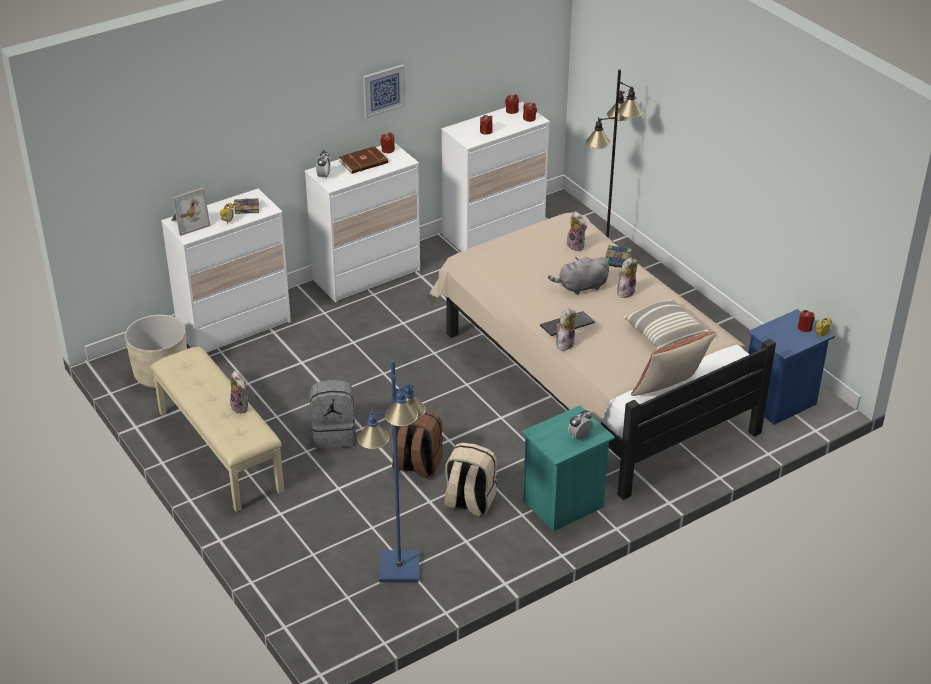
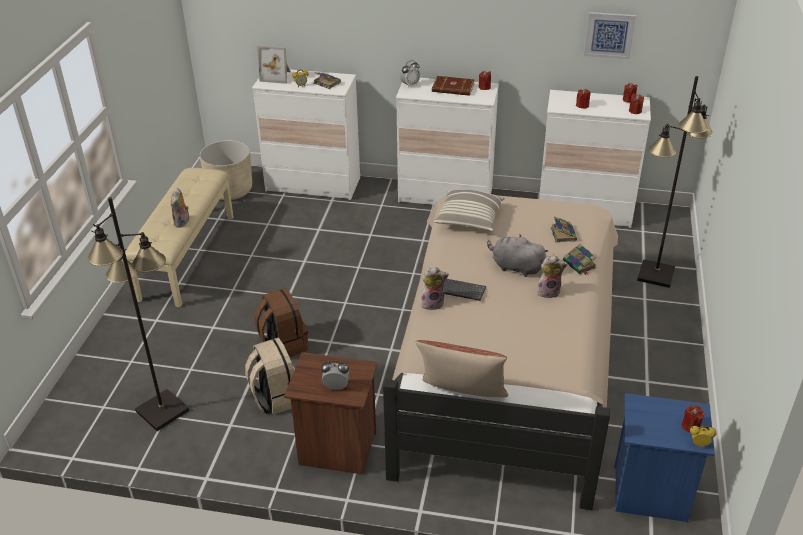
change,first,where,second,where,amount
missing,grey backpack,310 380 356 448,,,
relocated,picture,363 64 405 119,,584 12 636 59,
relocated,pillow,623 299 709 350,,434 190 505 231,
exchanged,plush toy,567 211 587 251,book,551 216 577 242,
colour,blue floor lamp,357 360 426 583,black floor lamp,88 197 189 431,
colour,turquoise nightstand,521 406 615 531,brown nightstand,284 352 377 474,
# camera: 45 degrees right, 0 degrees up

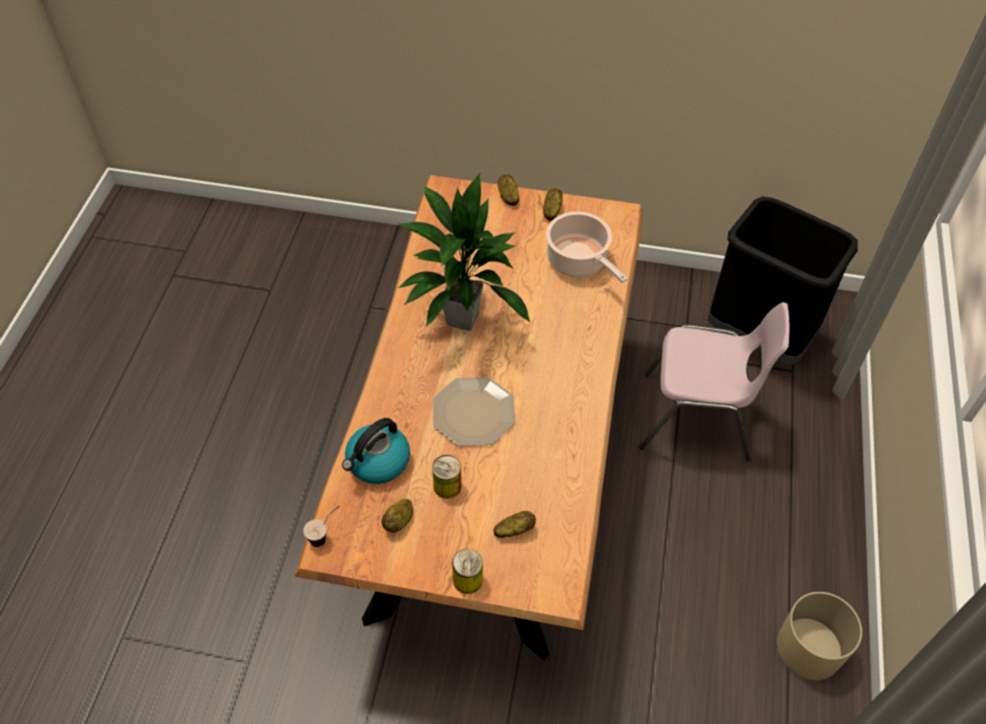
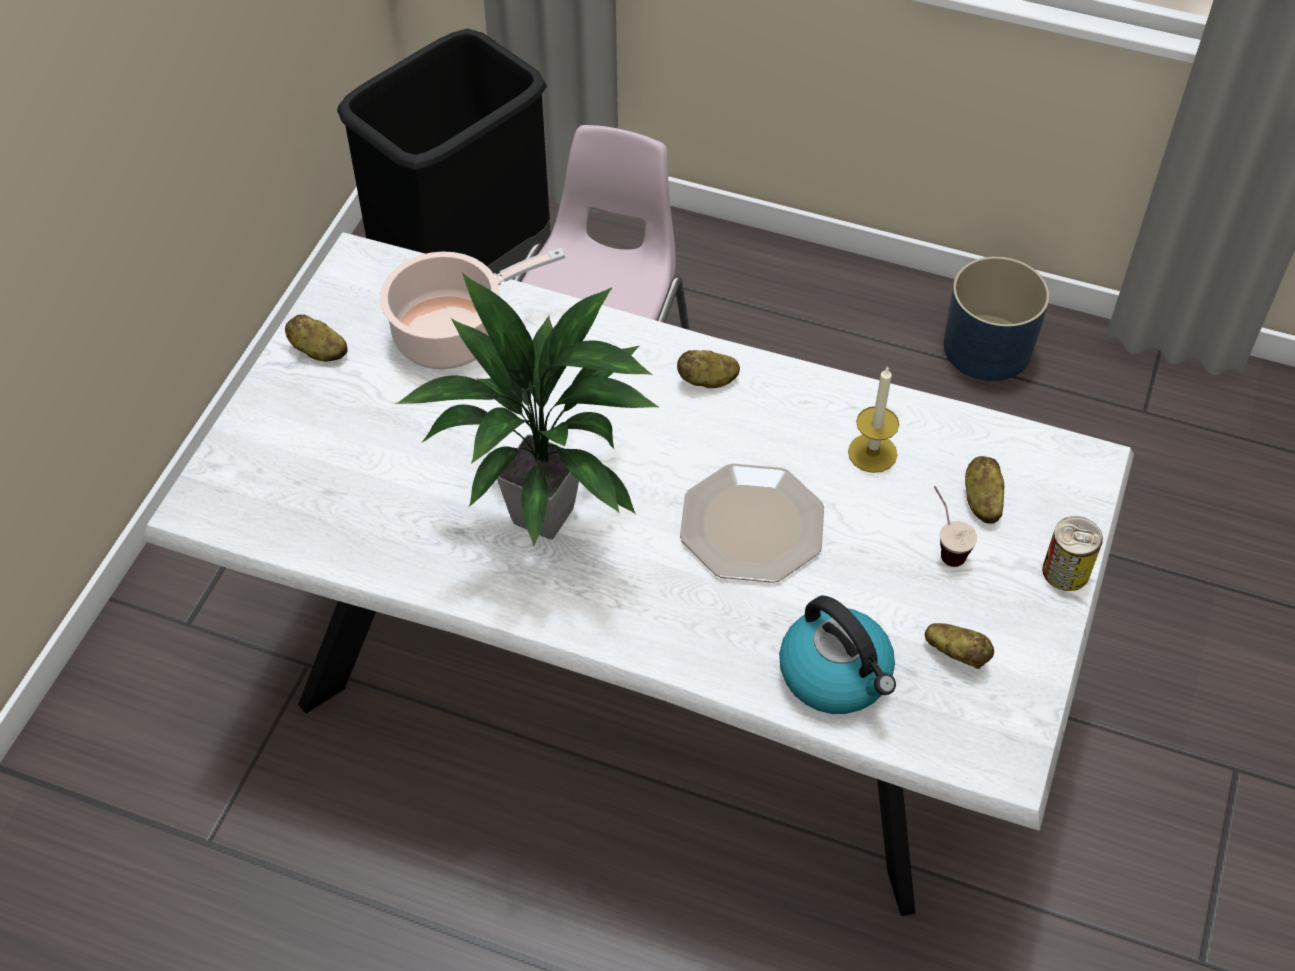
change,first,where,second,where,amount
missing,can,432 455 462 499,,,
appeared,,,candle,848 366 899 473,
relocated,cup,303 506 340 547,,934 486 977 567,
relocated,potato,498 175 519 206,,677 350 740 388,
colour,brown dining table,295 175 643 660,white dining table,142 232 1134 916,
colour,beige planter,777 592 862 680,blue planter,944 257 1049 381,
# camera: 80 degrees left, 0 degrees up

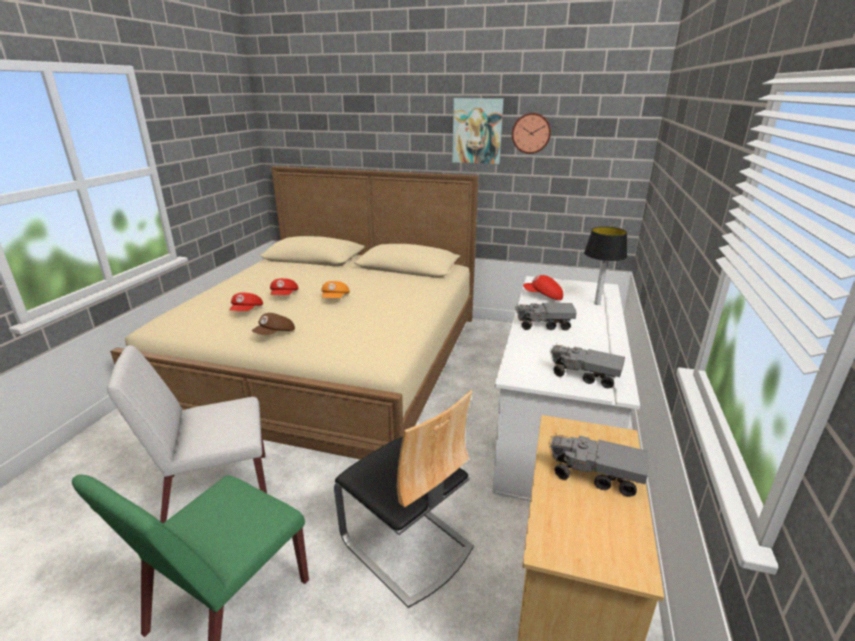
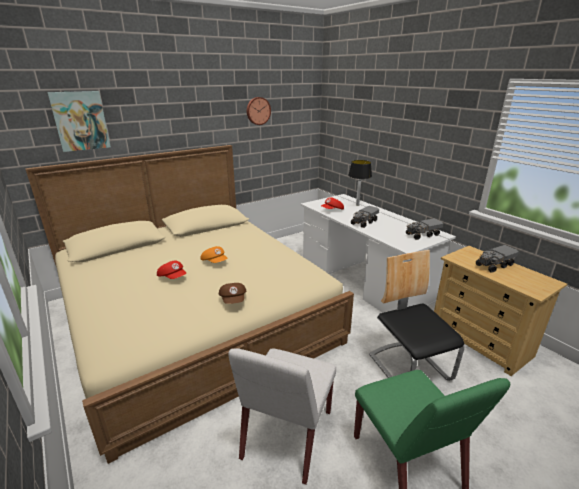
change,first,where,second,where,amount
missing,red cap,229 292 263 311,,,
relocated,picture,452 98 504 164,,47 91 111 152,
spun,chair,334 390 474 608,,369 250 464 381,105 degrees counterclockwise
# camera: 50 degrees left, 0 degrees up

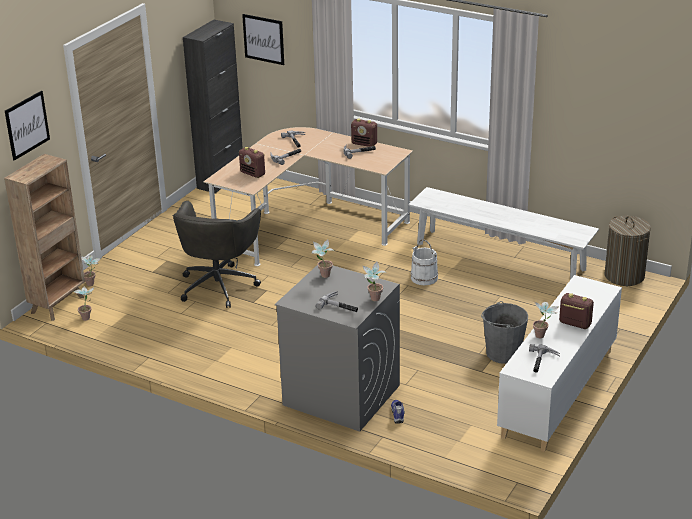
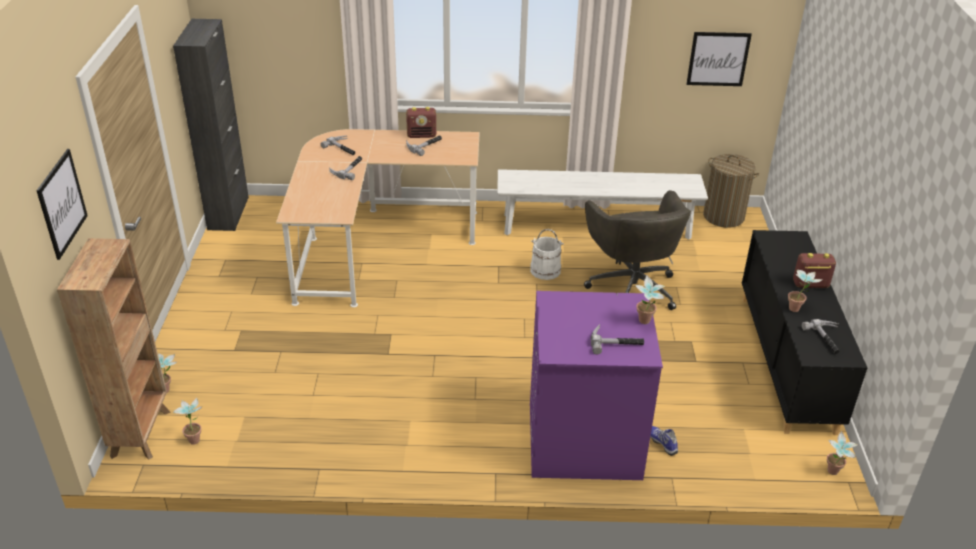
change,first,where,second,where,amount
missing,radio,239 147 265 178,,,
missing,grey bucket,481 301 528 364,,,
relocated,grey office chair,173 201 261 308,,584 190 691 310,
relocated,picture,242 14 284 65,,686 32 752 86,
relocated,potted plant,311 239 334 278,,827 431 857 475,
colour,grey washing machine,275 265 400 432,purple washing machine,530 291 663 480,
colour,white cabinet,497 275 622 452,black cabinet,742 230 867 435,
# camera: 30 degrees left, 5 degrees up

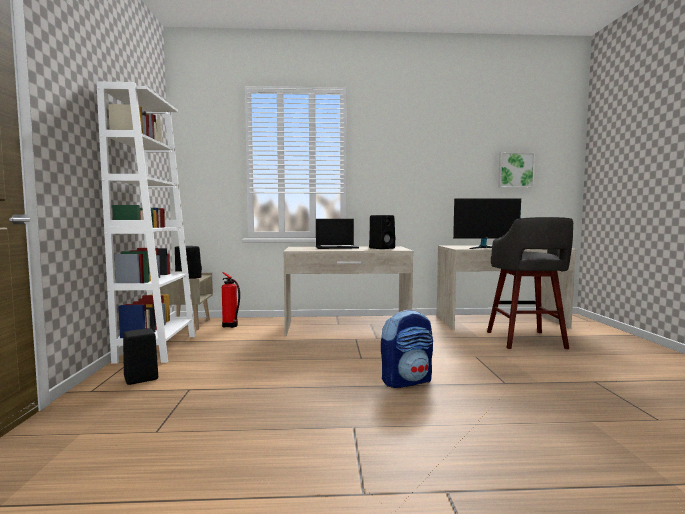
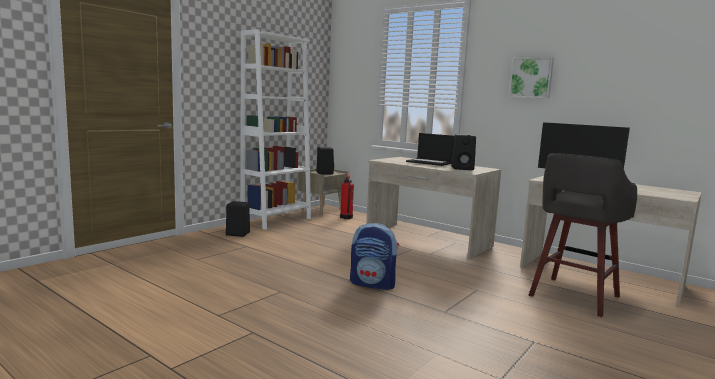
change,first,where,second,where,amount
relocated,picture,498 152 535 188,,509 57 554 99,
# camera: 40 degrees right, 5 degrees up

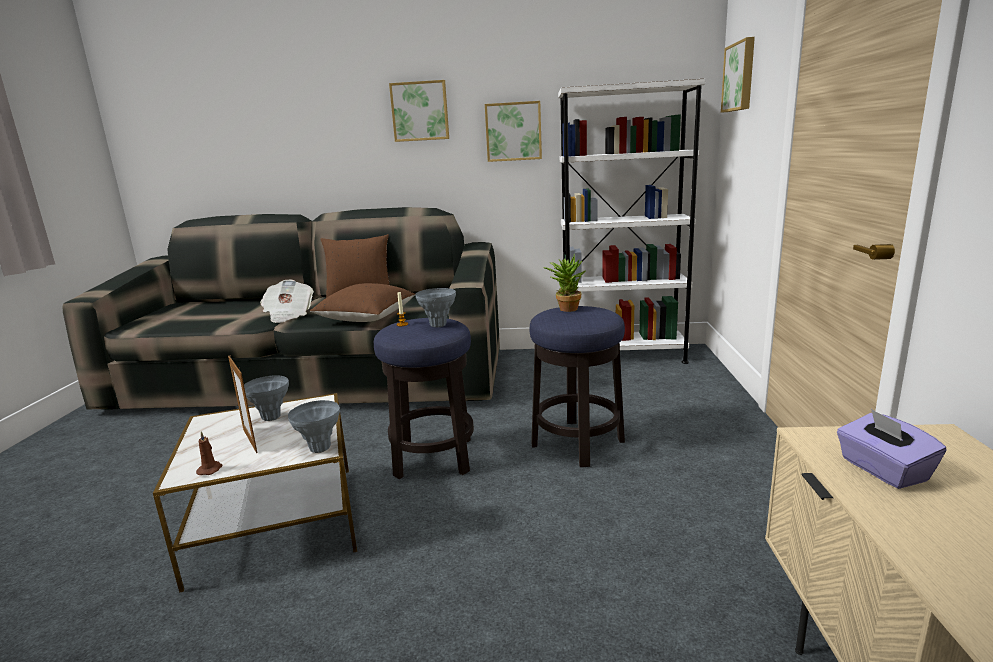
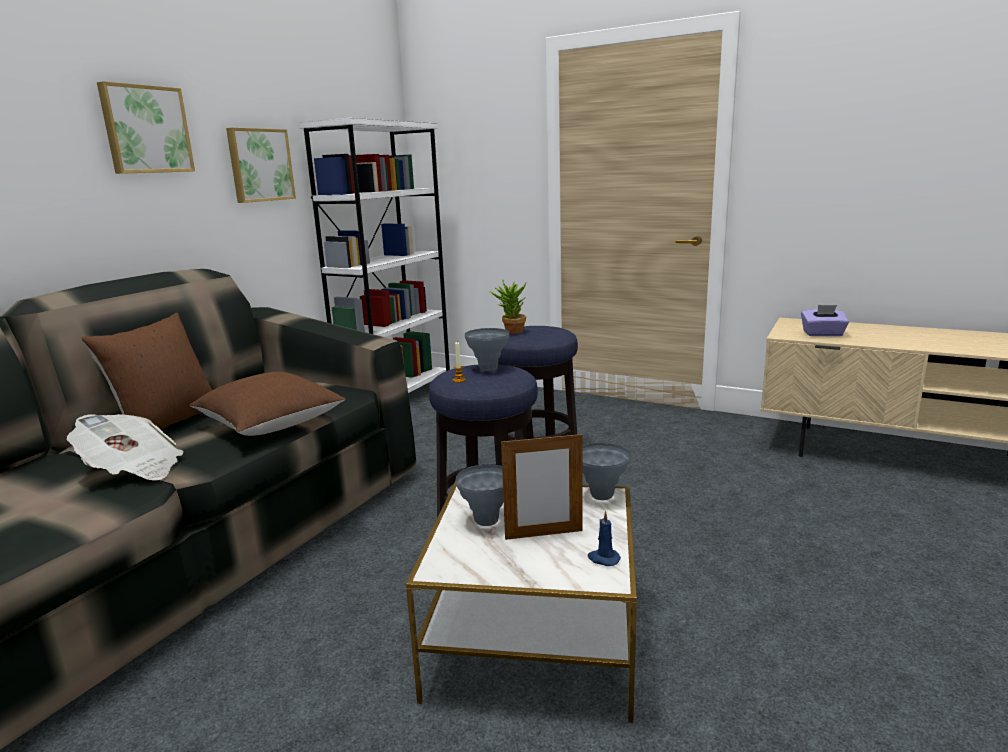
change,first,where,second,where,amount
missing,picture,721 37 755 113,,,
colour,brown candle,196 431 222 475,blue candle,588 511 621 566,
# camera: 65 degrees left, 0 degrees up

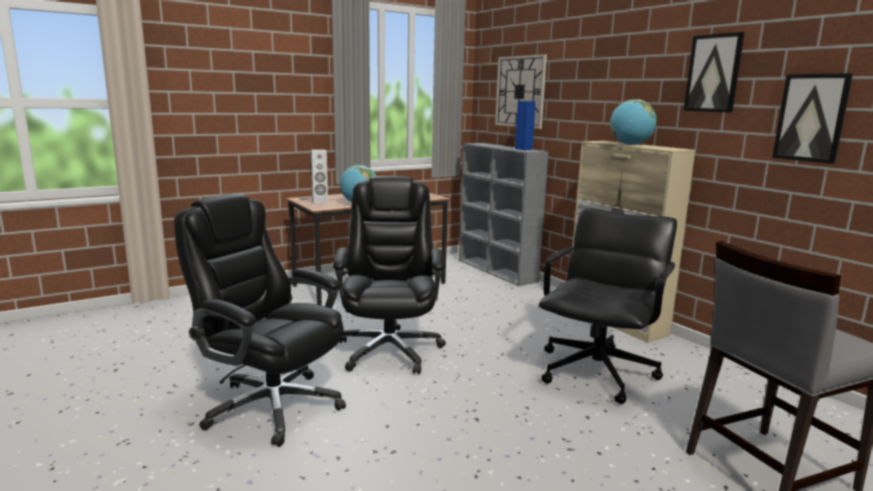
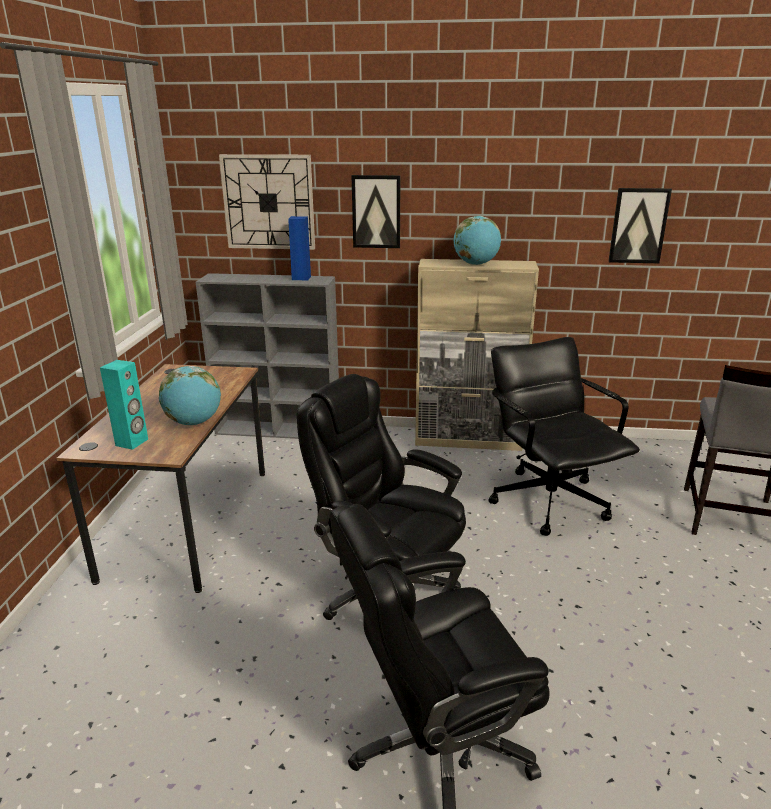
change,first,where,second,where,amount
relocated,picture,684 32 745 113,,352 175 400 248,
colour,white speaker,311 150 328 203,turquoise speaker,100 360 148 450,
# camera: 50 degrees left, 10 degrees up

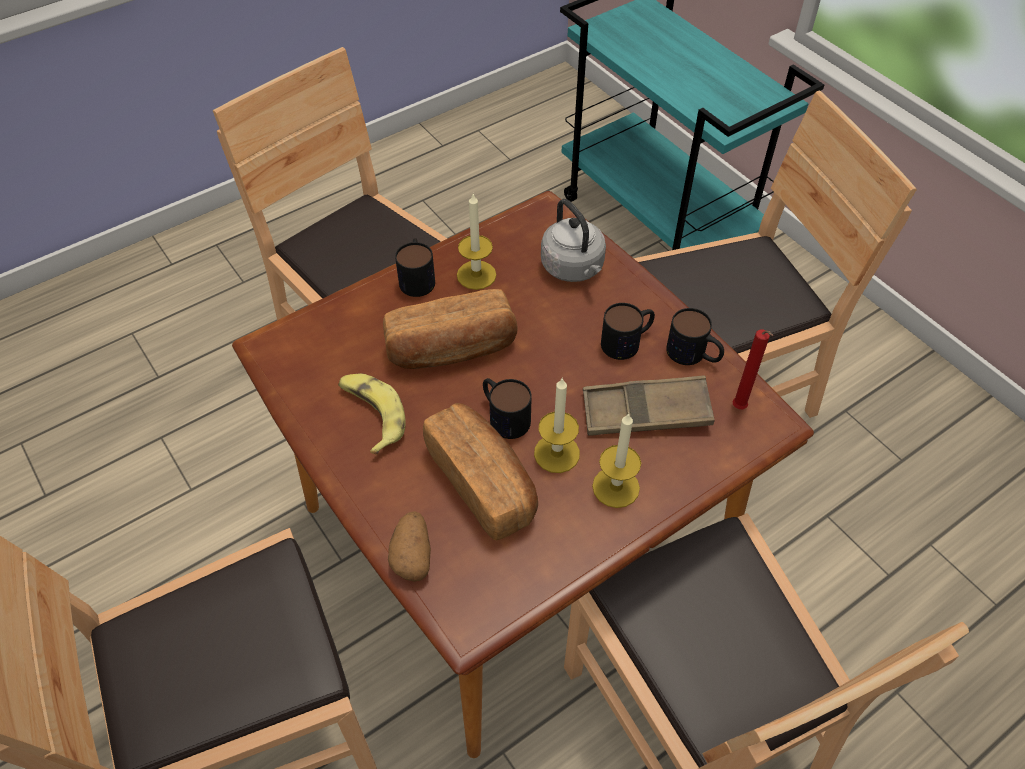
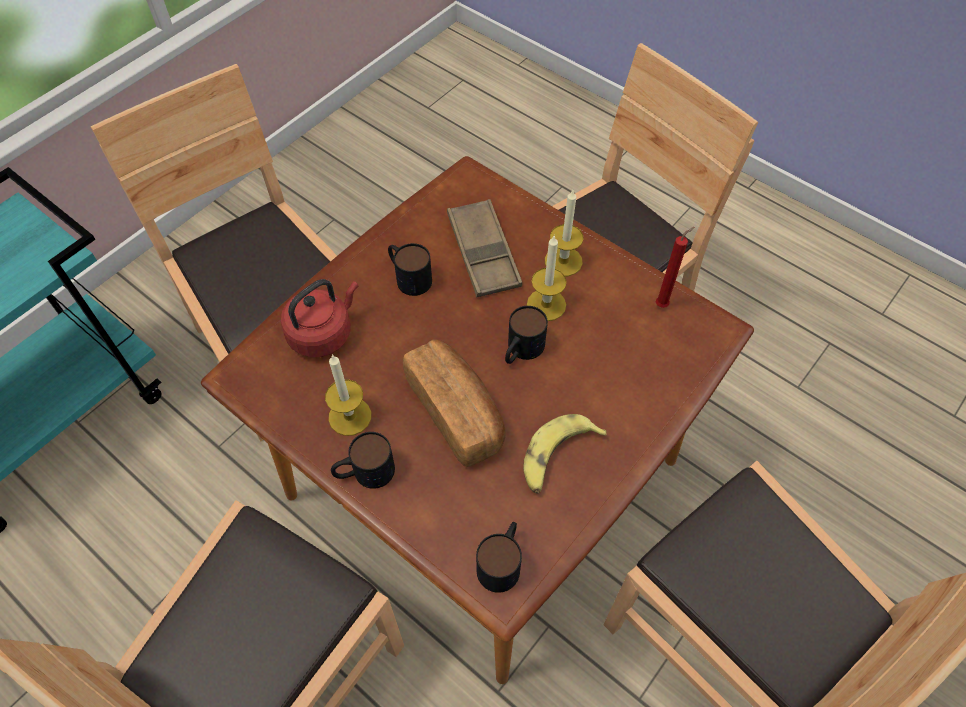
change,first,where,second,where,amount
missing,potato,388 511 431 582,,,
missing,bread,423 403 538 540,,,
relocated,mug,666 308 724 365,,476 522 522 593,
relocated,red candle,732 329 773 409,,656 227 694 308,
colour,grey kettle,541 199 606 282,red kettle,281 279 359 357,
# camera: 105 degrees left, 5 degrees up

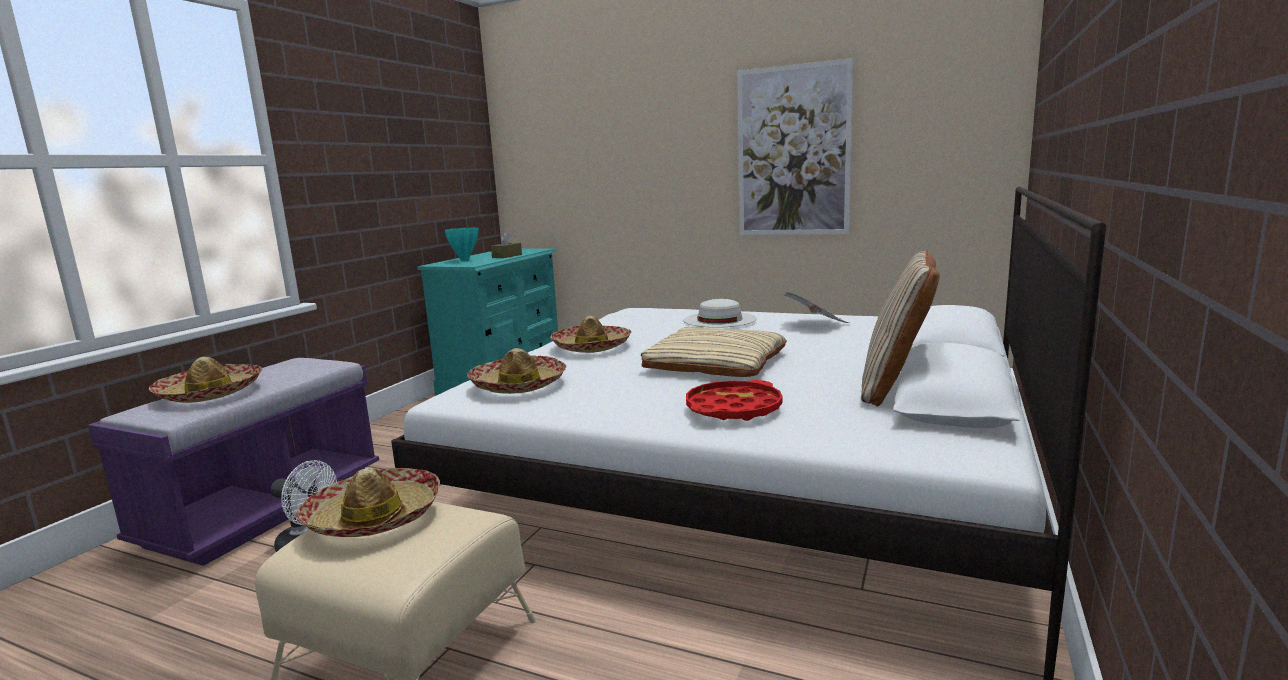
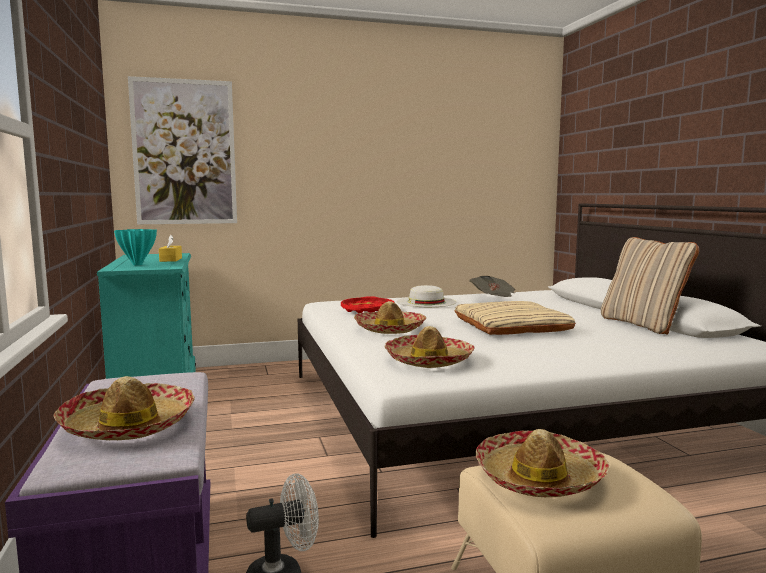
change,first,where,second,where,amount
relocated,red tray,686 380 783 421,,341 296 395 313,
relocated,picture,737 58 853 235,,128 76 237 224,
colour,brown tissue box,491 232 522 258,yellow tissue box,159 235 182 262,
# camera: 40 degrees left, 5 degrees down

